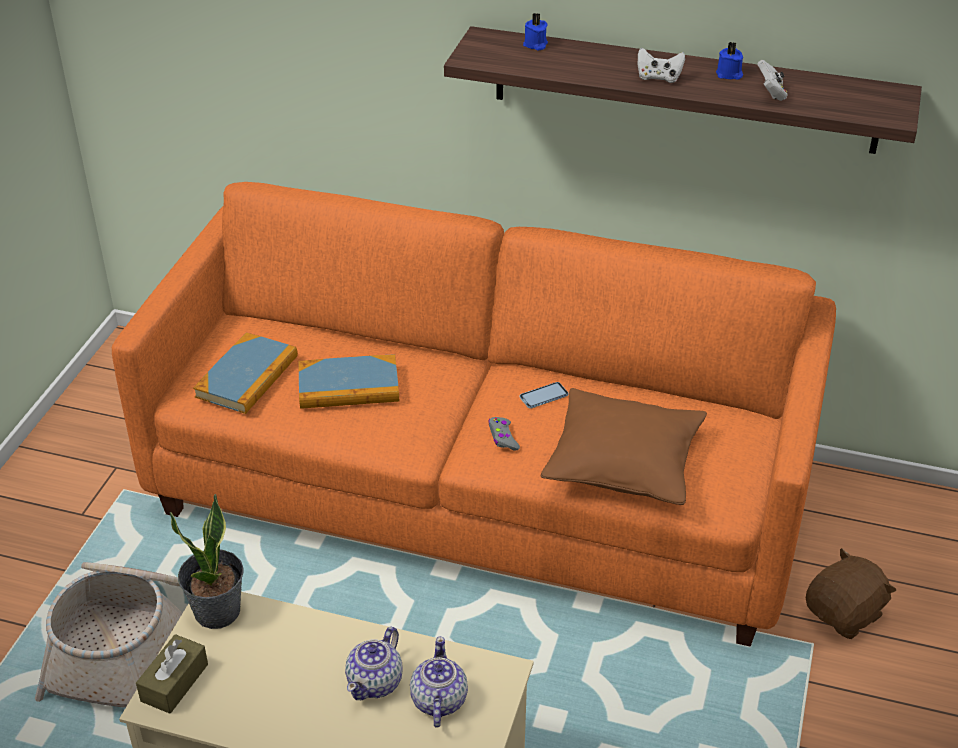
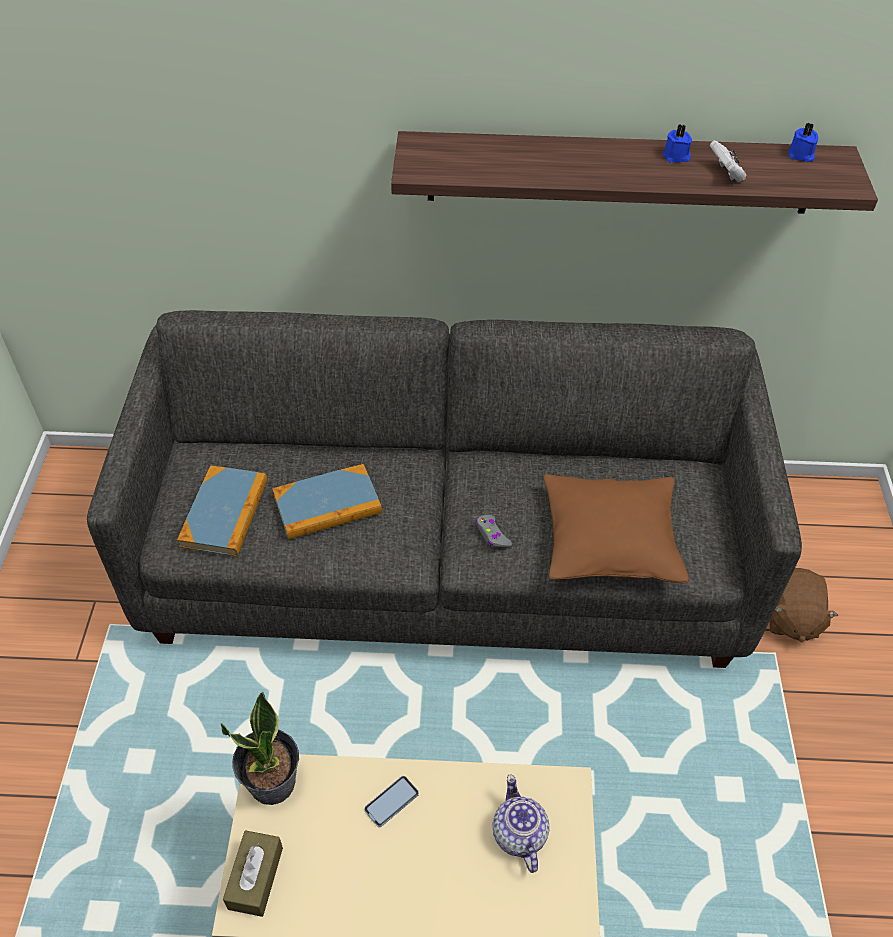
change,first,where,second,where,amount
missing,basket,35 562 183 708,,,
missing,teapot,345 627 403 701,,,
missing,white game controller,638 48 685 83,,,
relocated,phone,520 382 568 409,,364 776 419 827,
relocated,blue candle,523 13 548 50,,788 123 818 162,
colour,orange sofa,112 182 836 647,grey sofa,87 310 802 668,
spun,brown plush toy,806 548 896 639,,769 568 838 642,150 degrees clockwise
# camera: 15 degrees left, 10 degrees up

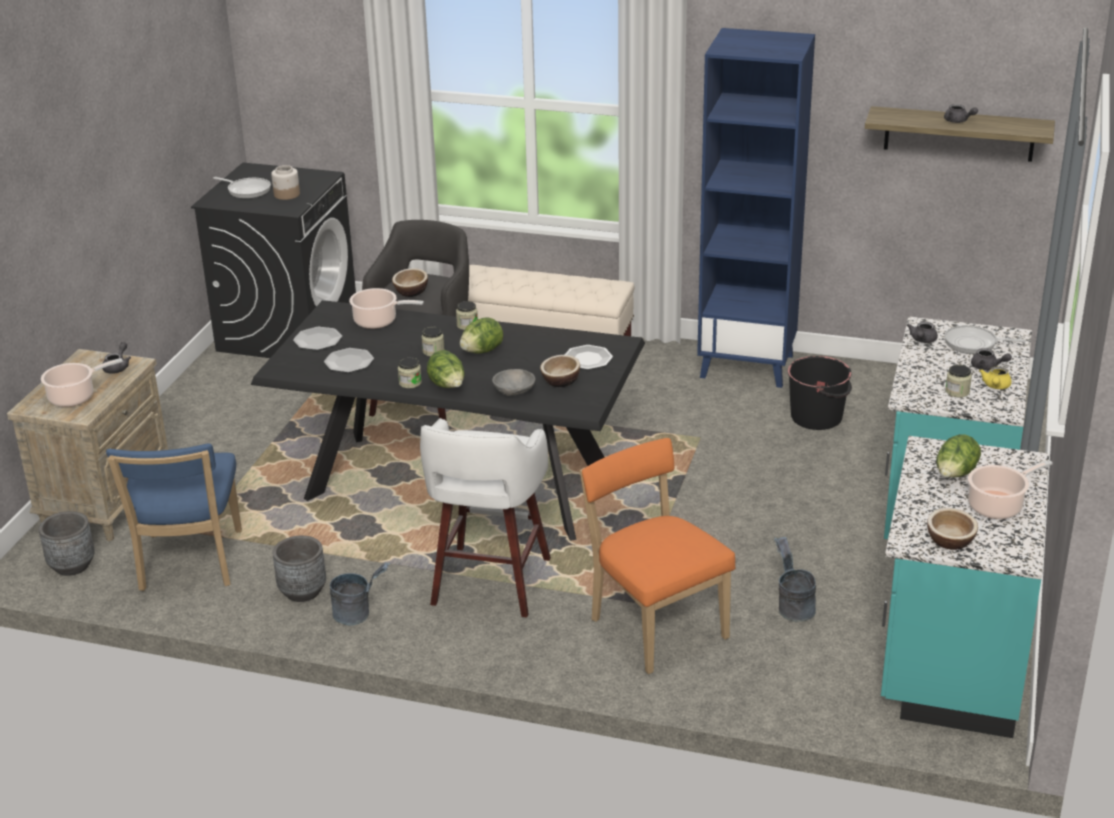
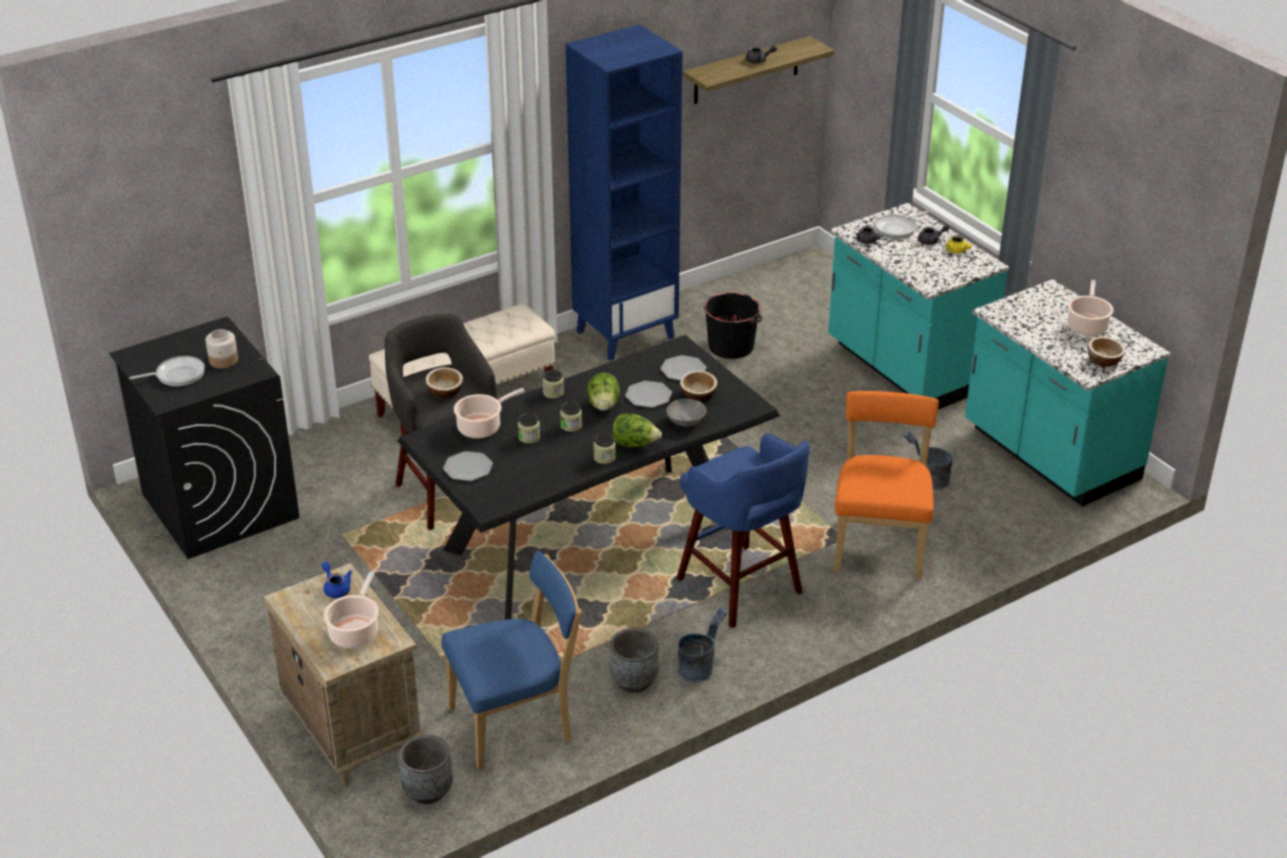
change,first,where,second,where,amount
missing,lettuce,936 434 981 478,,,
relocated,plate,324 348 374 373,,625 381 672 408,
relocated,jar,945 365 972 397,,518 413 540 443,
colour,grey teapot,102 342 131 374,blue teapot,322 561 352 598,
colour,white stool,420 418 551 618,blue stool,676 433 810 628,
spun,blue chair,106 443 242 591,,441 551 581 770,60 degrees counterclockwise
spun,orange chair,580 438 736 674,,835 391 939 579,90 degrees clockwise
# camera: 50 degrees left, 5 degrees up

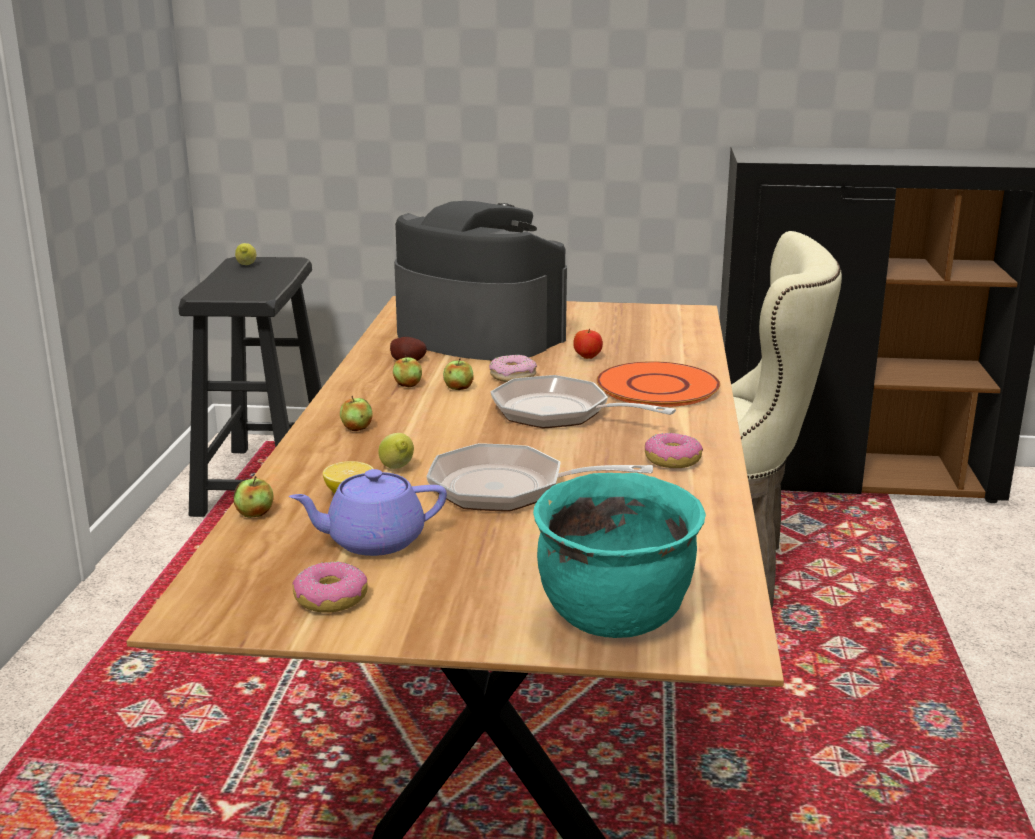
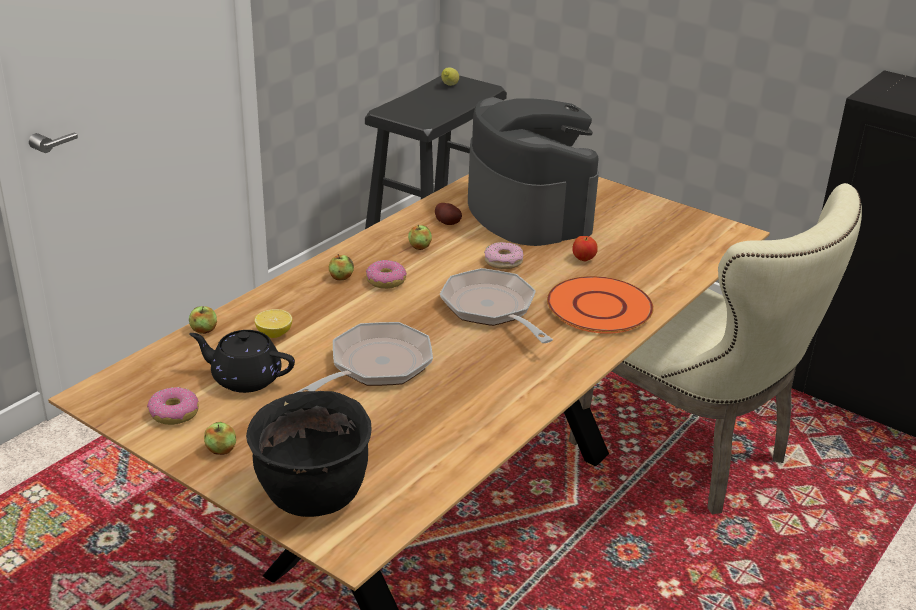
change,first,where,second,where,amount
missing,lemon,378 433 414 469,,,
relocated,apple,443 358 474 390,,204 422 236 455,
relocated,donut,645 432 703 468,,366 260 407 289,
colour,purple teapot,289 469 447 556,black teapot,189 330 295 393,
colour,turquoise cooking pot,533 473 706 638,black cooking pot,246 391 371 517,
spun,frying pan,426 443 653 512,,293 322 433 394,90 degrees clockwise
# camera: 30 degrees right, 10 degrees up

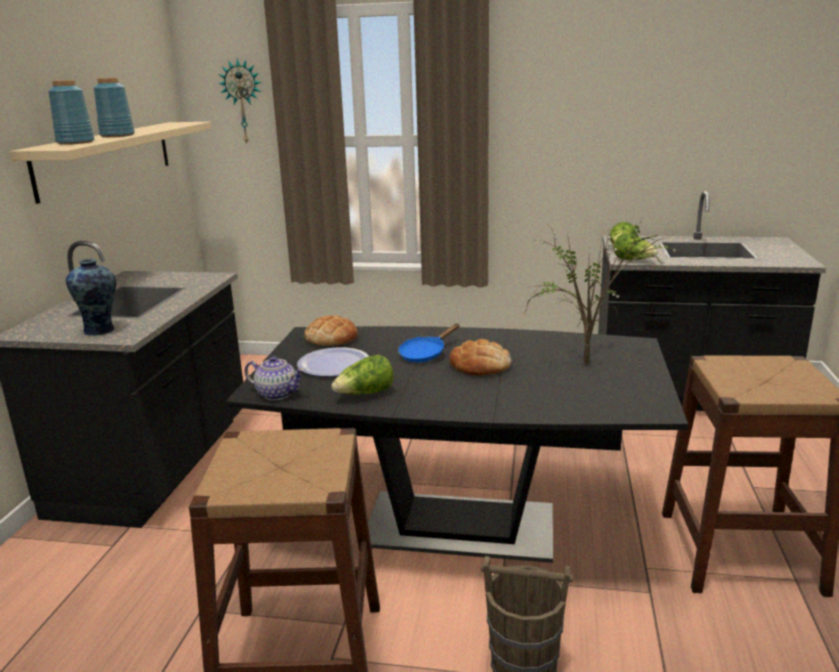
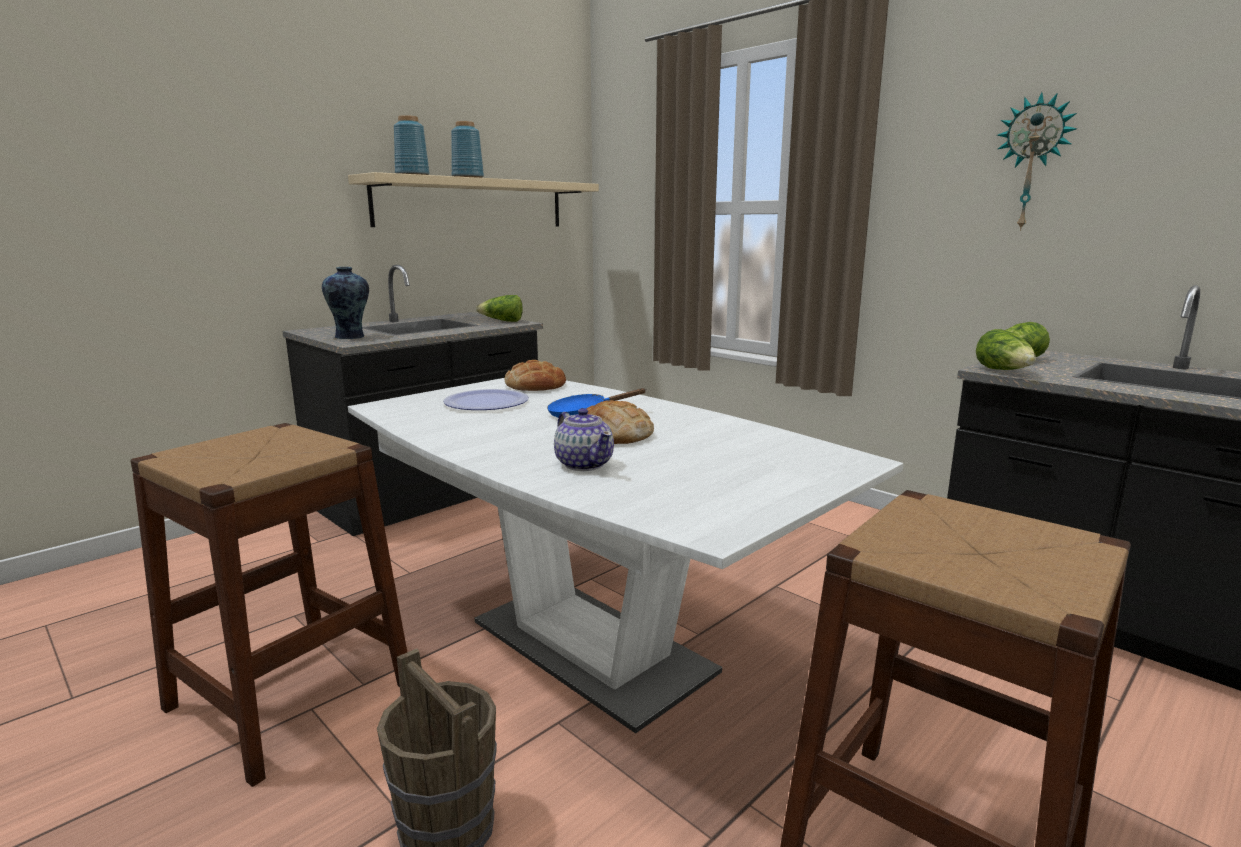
change,first,where,second,where,amount
missing,potted plant,525 220 682 365,,,
relocated,wall clock,218 58 262 145,,997 92 1077 231,
relocated,teapot,245 356 305 400,,554 408 614 471,
relocated,lettuce,331 355 394 394,,476 295 523 322,
colour,black dining table,226 326 688 563,white dining table,348 378 903 733,
# camera: 35 degrees right, 5 degrees down

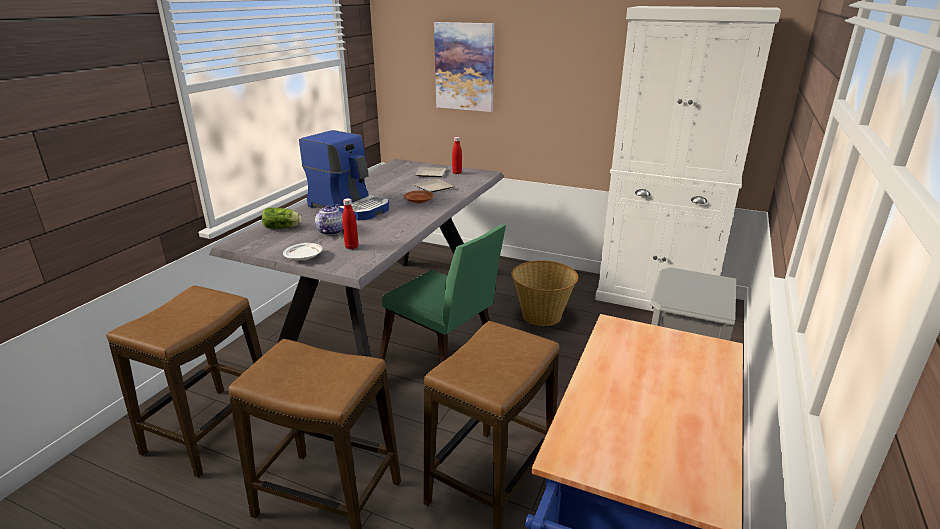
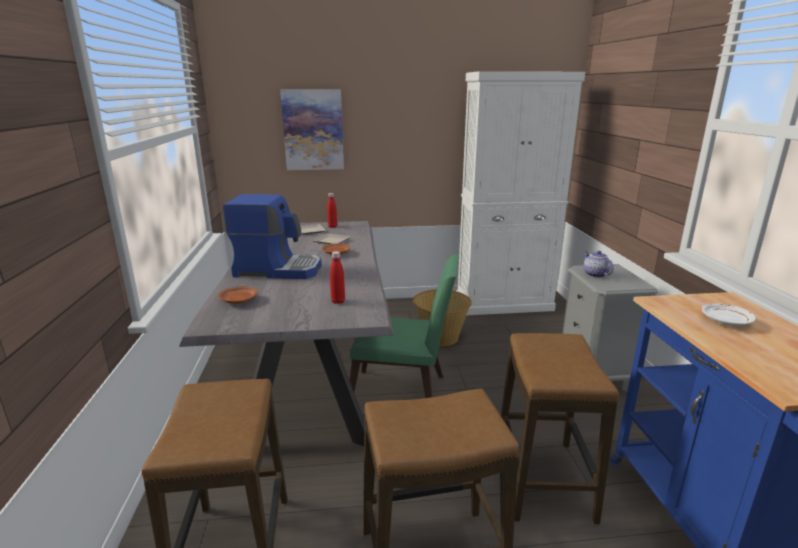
change,first,where,second,where,amount
relocated,white plate,283 243 322 260,,702 303 756 326,
relocated,teapot,315 204 343 235,,584 251 614 278,
exchanged,lettuce,262 208 302 229,brown plate,218 286 258 304,
# camera: 30 degrees left, 5 degrees down

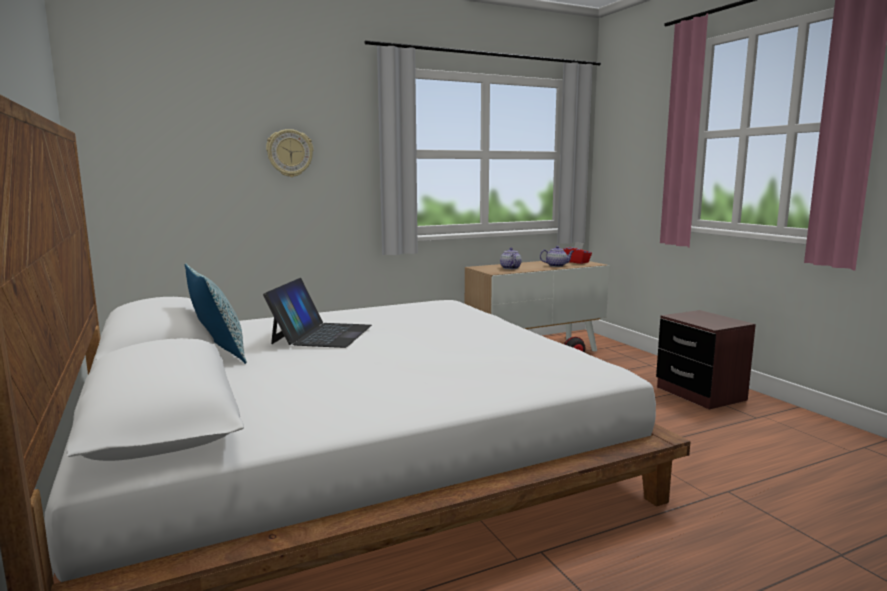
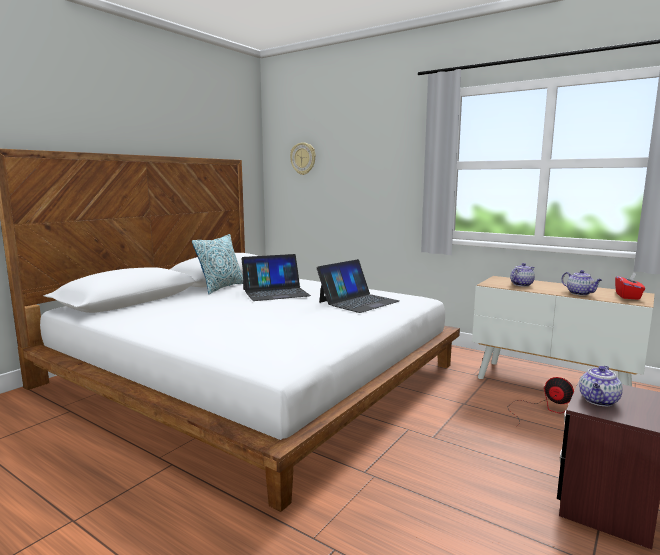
change,first,where,second,where,amount
appeared,,,laptop,317 259 399 313,
appeared,,,teapot,579 366 623 406,
relocated,wall clock,266 129 313 177,,290 142 316 175,
# camera: 60 degrees right, 0 degrees up

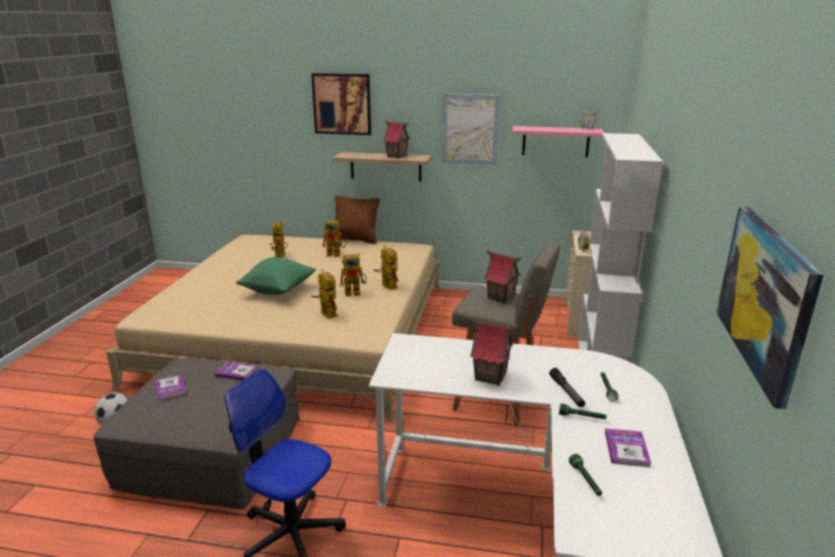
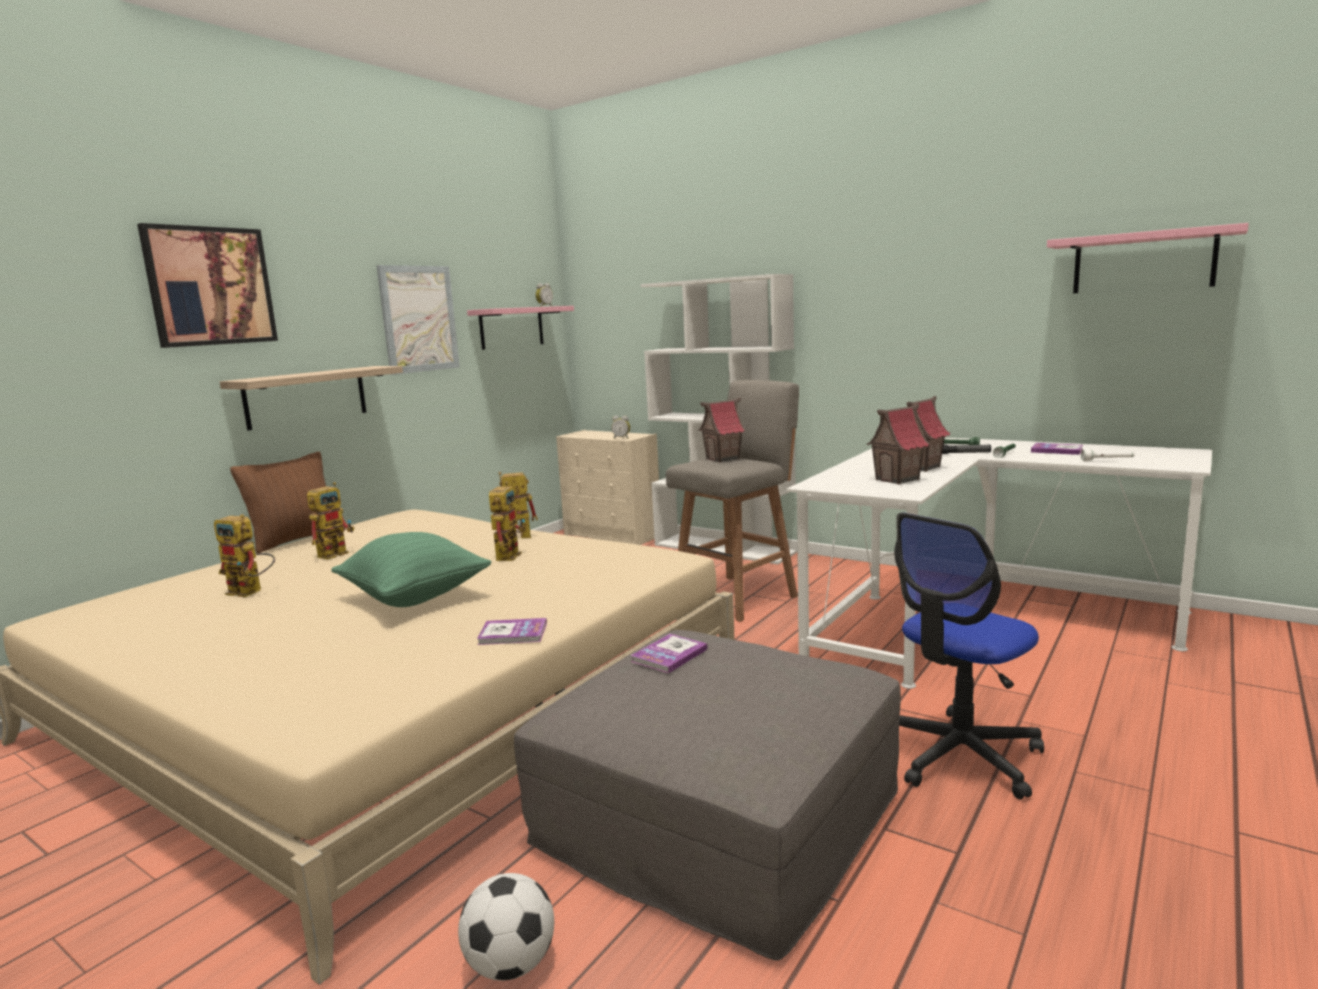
change,first,where,second,where,amount
missing,toy robot,311 269 338 319,,,
relocated,book,156 374 187 401,,477 618 547 645,
relocated,toy house,383 120 410 159,,867 404 930 484,
exchanged,picture,716 207 824 409,pink shelf,1047 223 1249 293,
colour,green flashlight,569 454 602 496,white flashlight,1081 449 1134 461,
# camera: 65 degrees left, 10 degrees down

